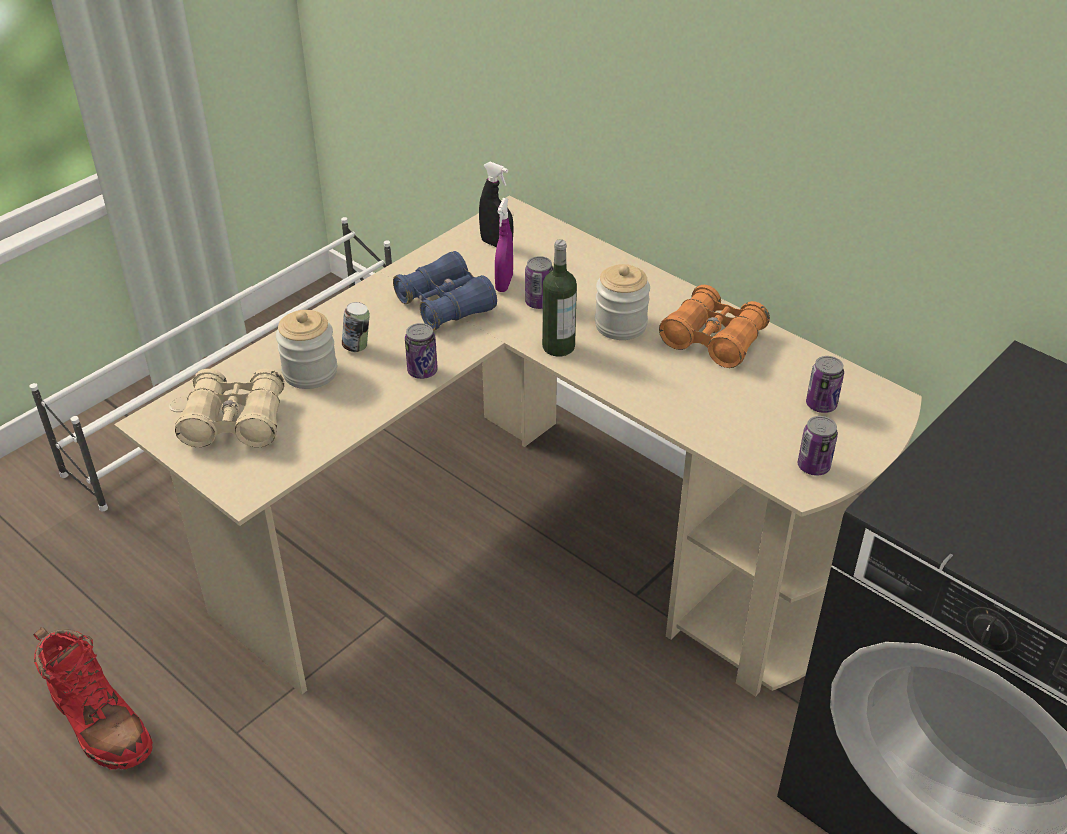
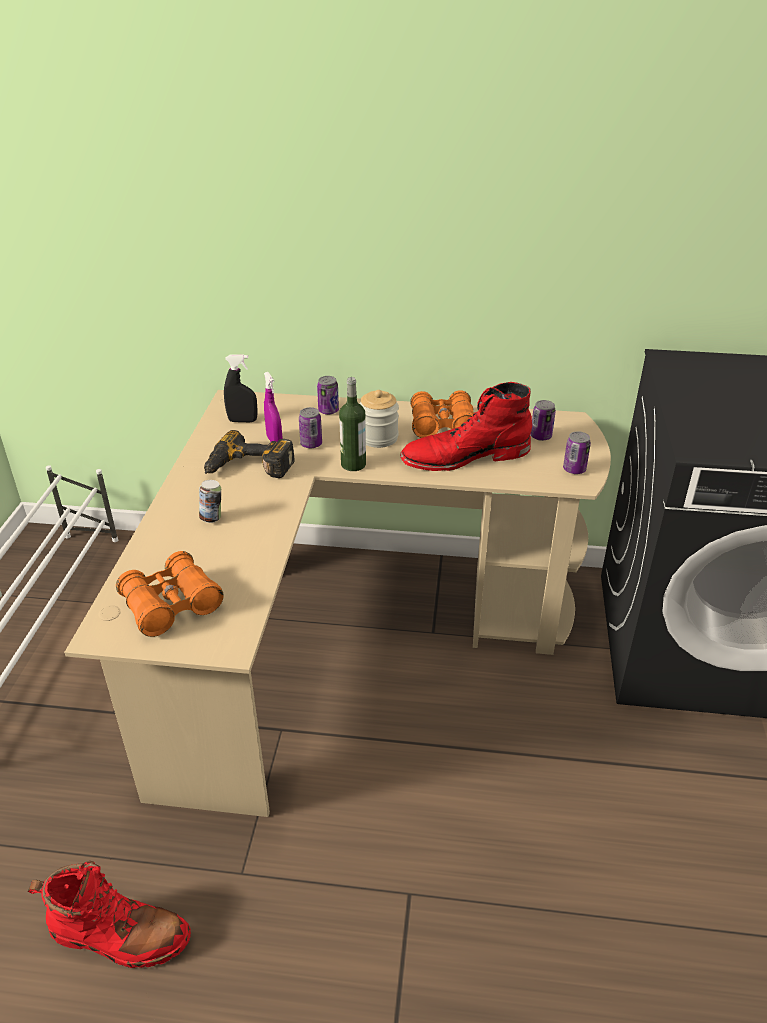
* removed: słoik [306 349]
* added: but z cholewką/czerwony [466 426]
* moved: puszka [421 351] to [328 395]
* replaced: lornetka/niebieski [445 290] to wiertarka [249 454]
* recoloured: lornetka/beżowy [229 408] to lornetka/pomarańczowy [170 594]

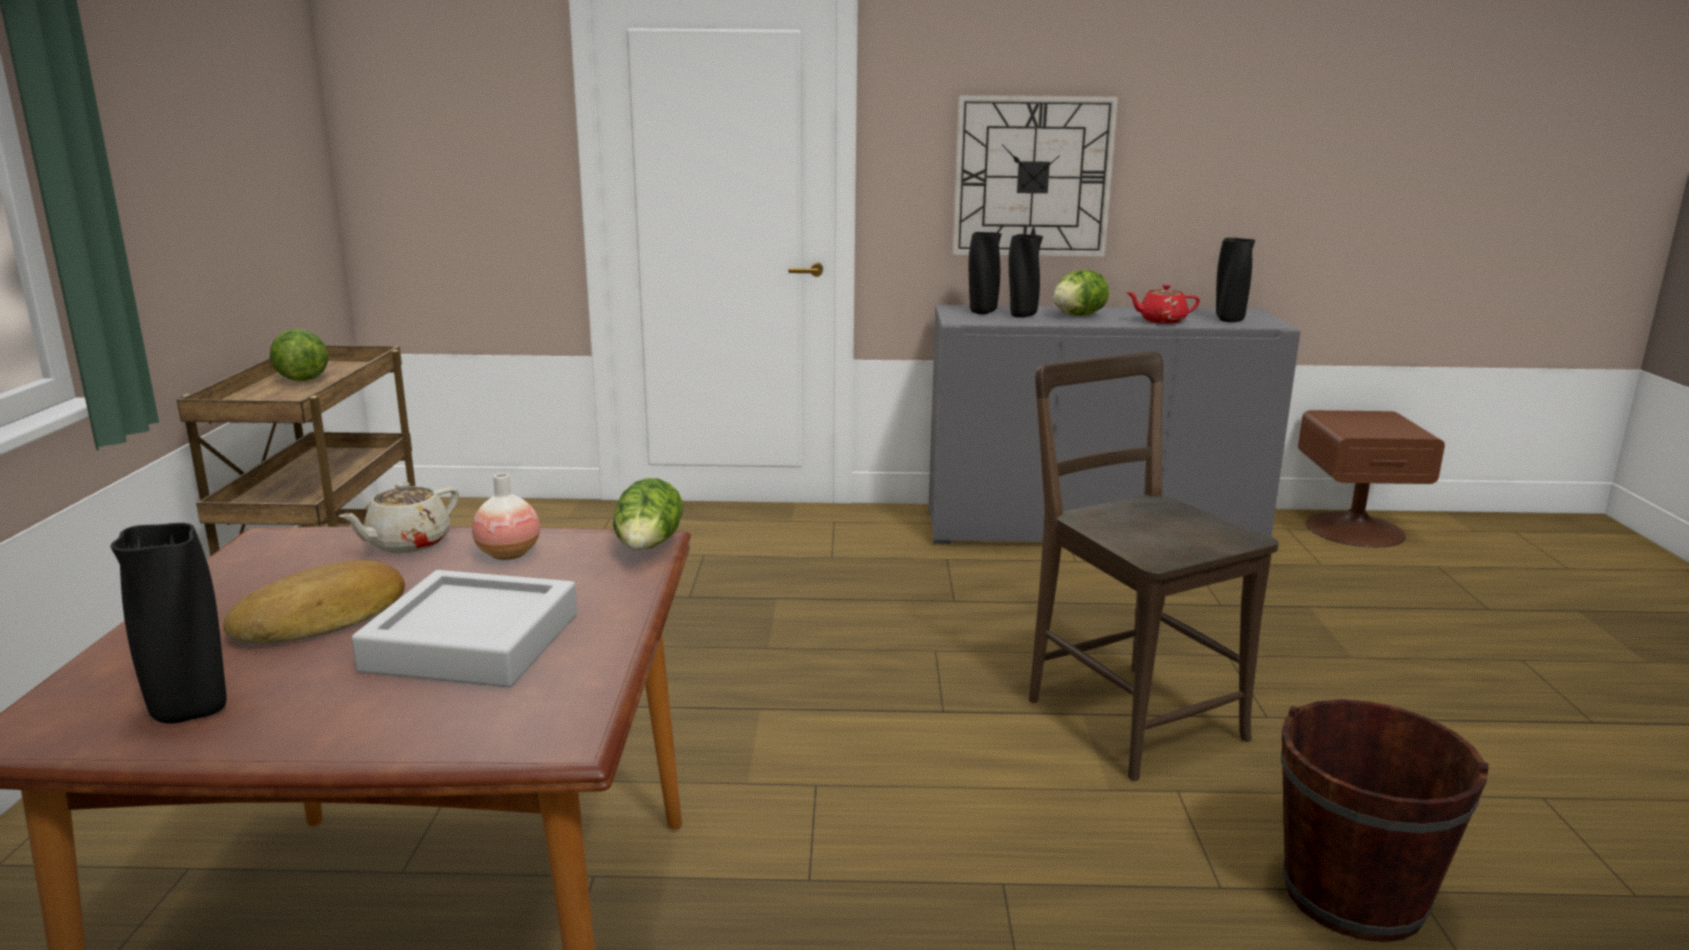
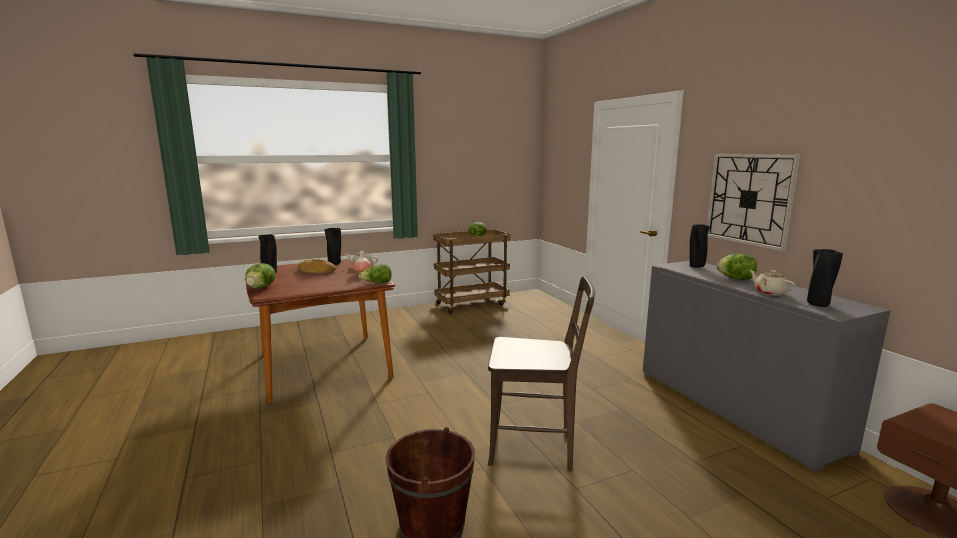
* removed: taca/szary [464 628]
* added: sałata [260 276]
* moved: wazon/czarny [1026 276] to [332 246]
* recoloured: imbryk/czerwony [1163 304] to imbryk/beżowy [772 283]
* turned: krzesło/brązowy [1154 566] = [541 373] 60 degrees clockwise

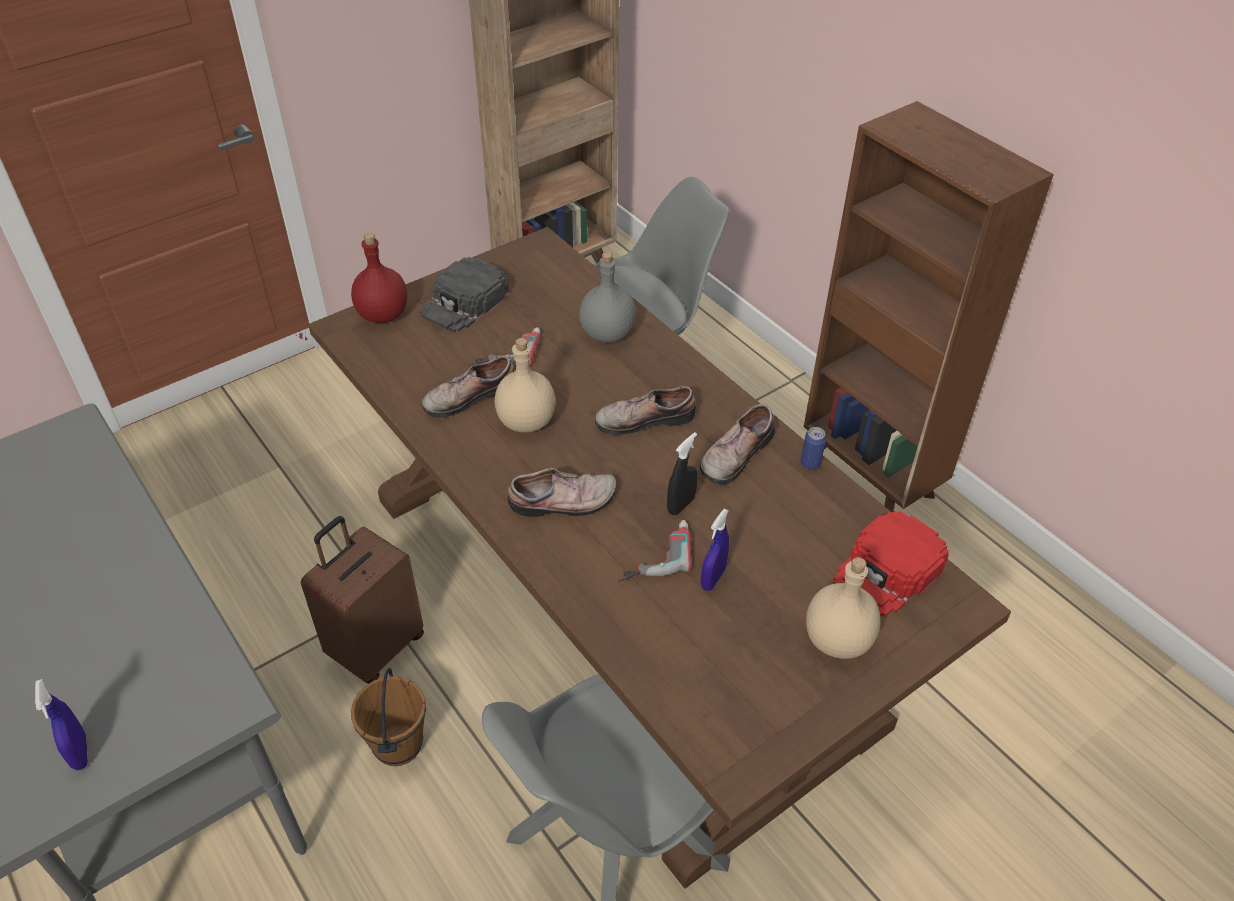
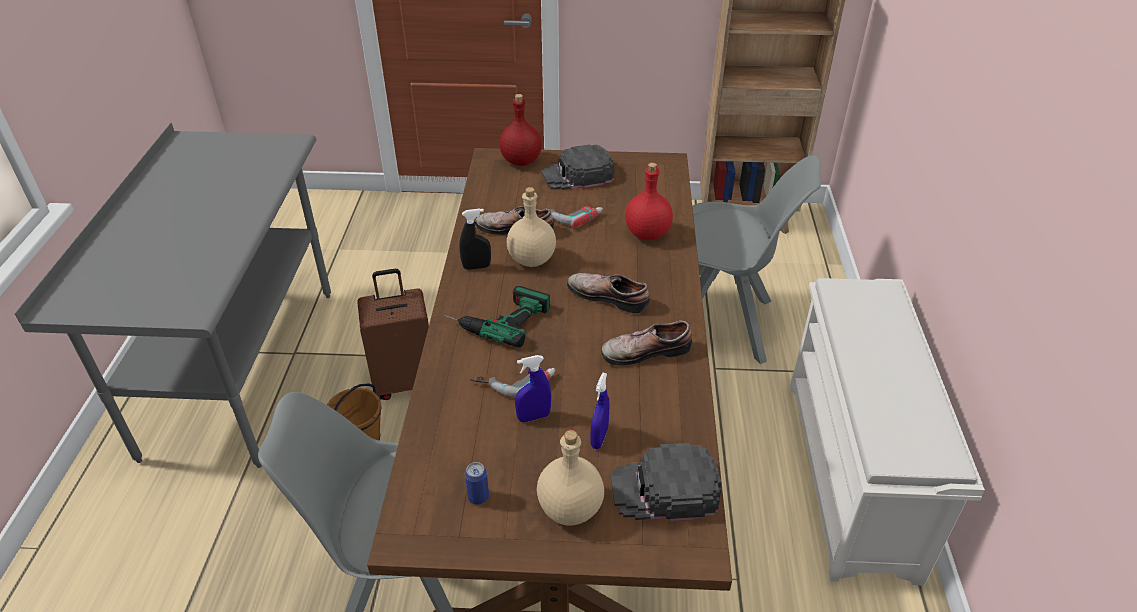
* moved: spryskiwacz/niebieski [61 724] to [600 411]
* moved: spryskiwacz/czarny [682 473] to [475 239]
* moved: puszka [814 448] to [477 483]
* replaced: but [561 492] to wiertarka [497 316]
* replaced: regał/brązowy [929 306] to regał na buty/biały [887 432]
* recoloured: butelka/szary [607 297] to butelka/czerwony [649 201]
* recoloured: czapka z daszkiem/czerwony [891 564] to czapka z daszkiem/czarny [665 482]

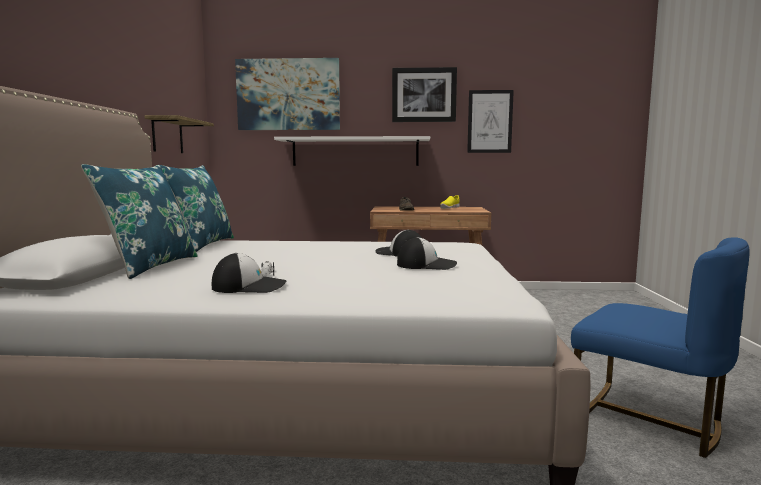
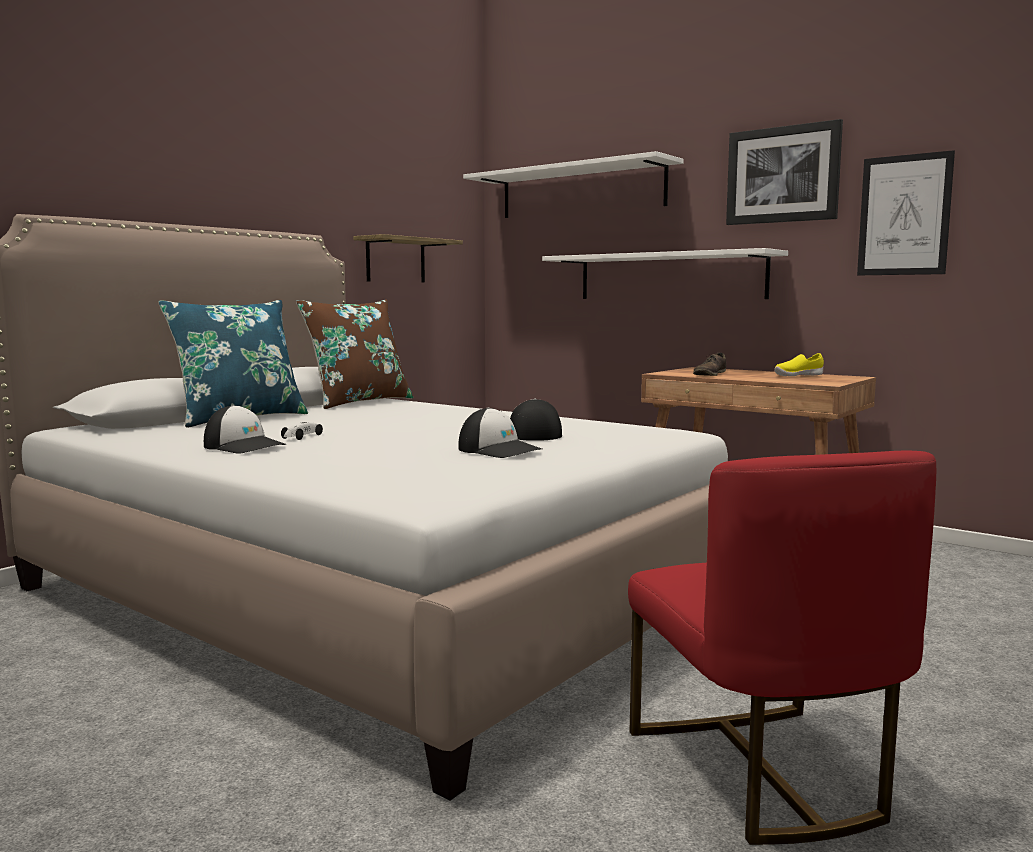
* replaced: obraz [287 94] to półka/biały [573 184]
* recoloured: poduszka/niebieski [197 208] to poduszka/brązowy [354 354]
* recoloured: krzesło/niebieski [660 347] to krzesło/czerwony [782 648]

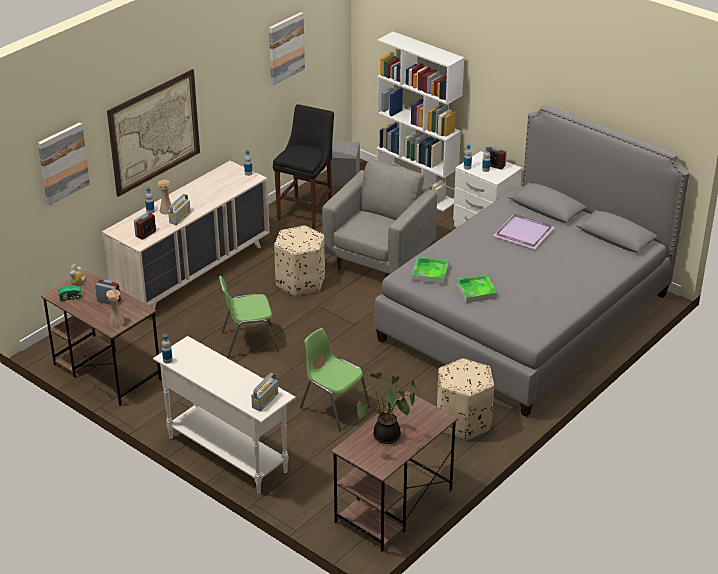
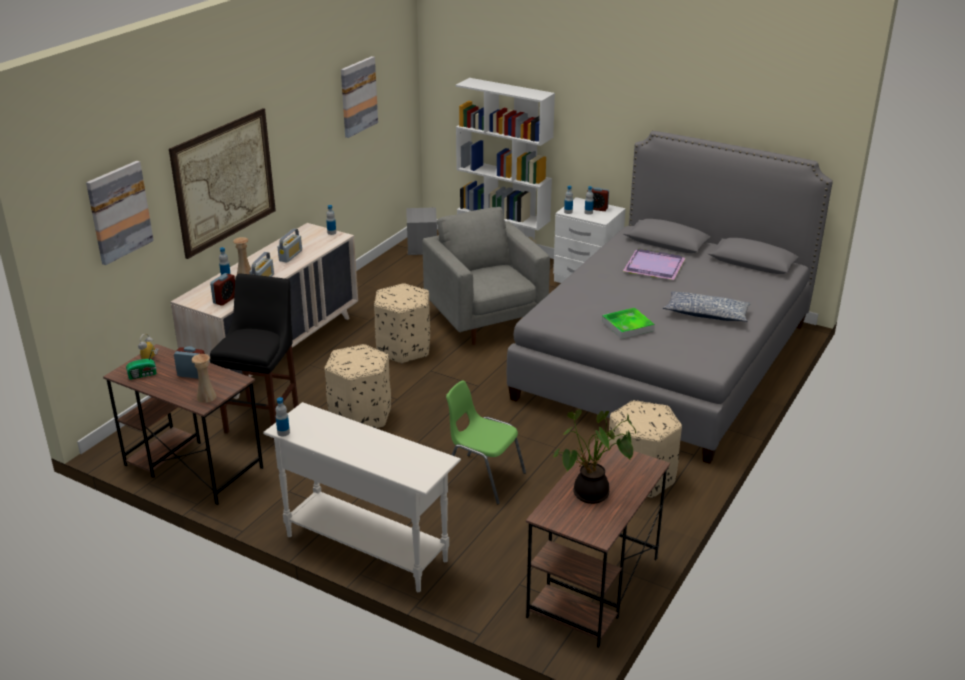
* removed: taca [430 270]
* added: poduszka [707 306]
* moved: radio [264 392] to [290 246]
* moved: stołek/czarny [303 166] to [254 356]
* replaced: krzesło/zielony [249 317] to pufa/beżowy [358 386]
* turned: fotel/szary [379 218] = [486 276] 45 degrees counterclockwise

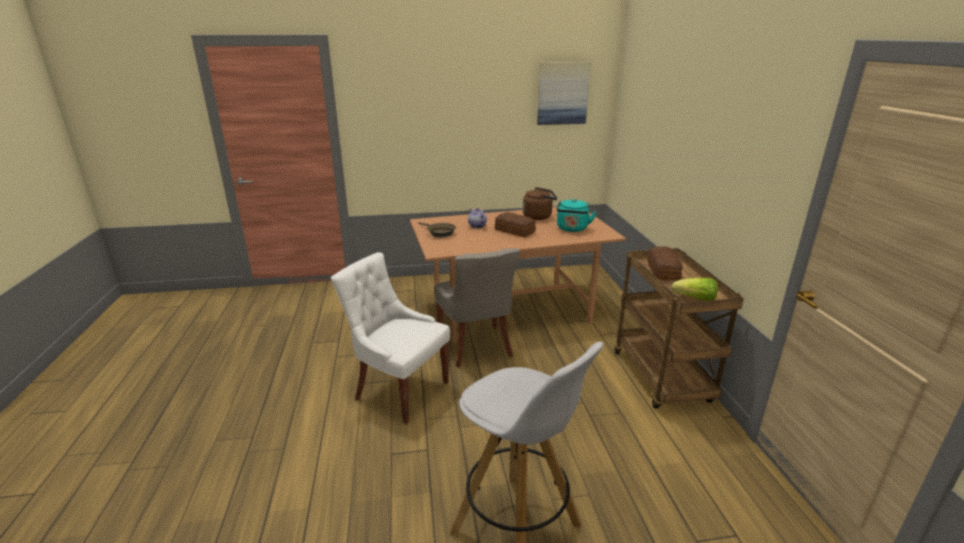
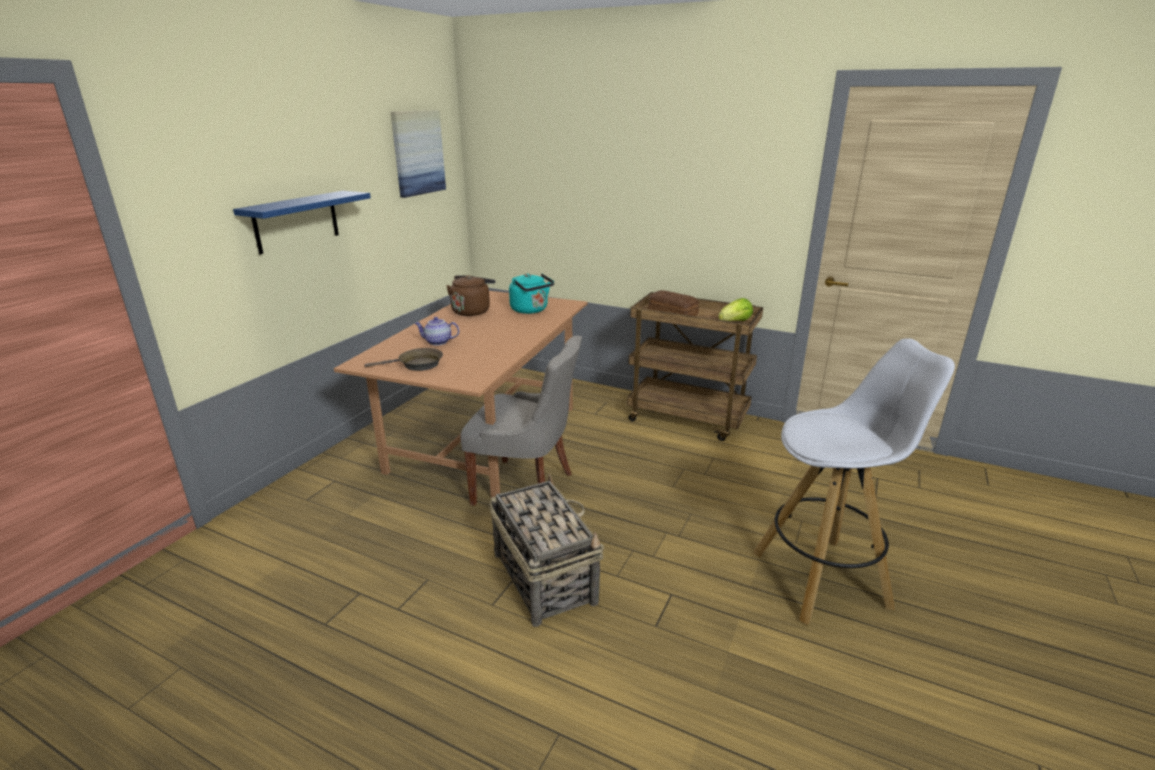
* removed: chleb [515 224]
* added: półka/niebieski [302 222]
* replaced: krzesło/biały [390 338] to koszyk [546 550]

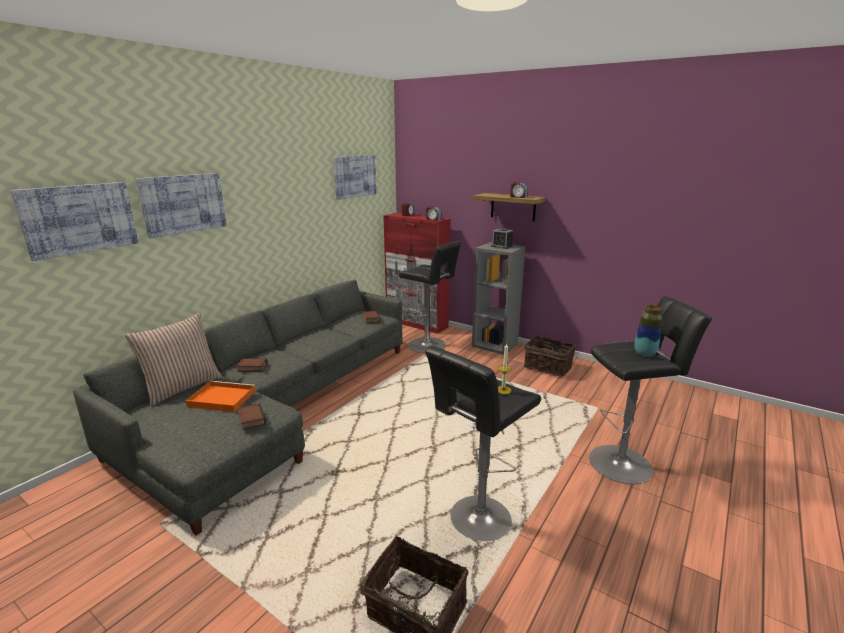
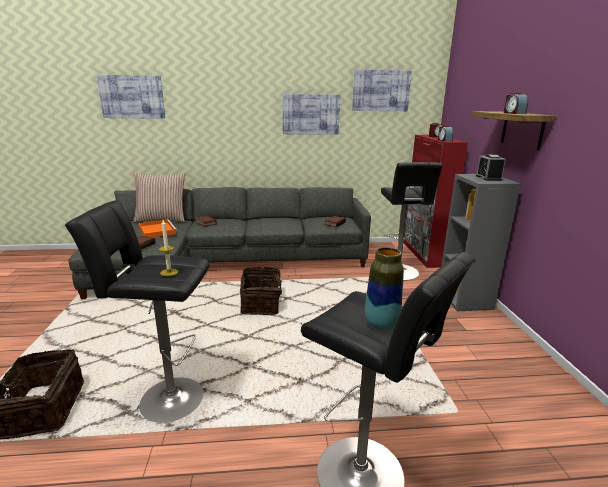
* moved: obraz [181 206] to [311 114]
* moved: koszyk [550 356] to [261 291]

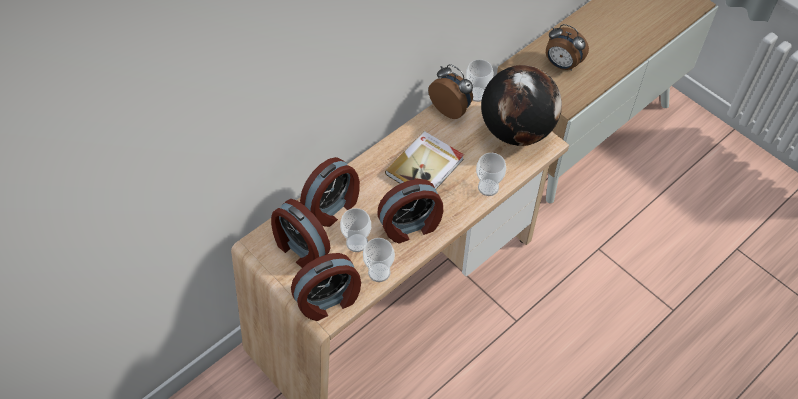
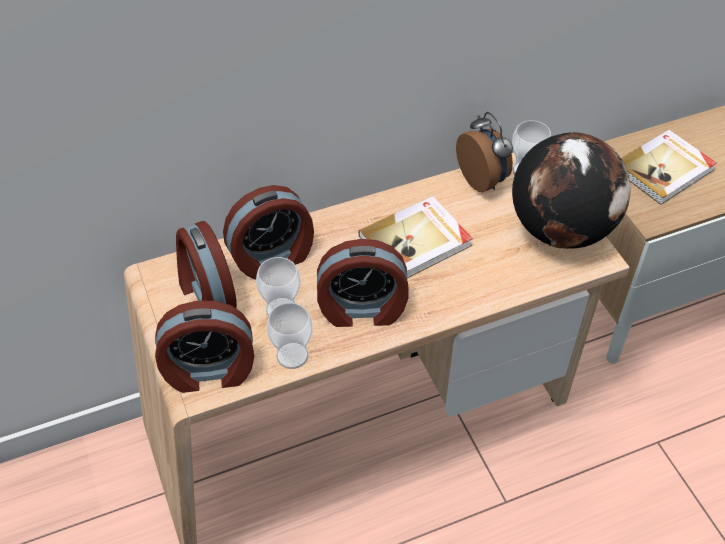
* removed: filiżanka [491 174]
* replaced: budzik [567 47] to książka [669 167]

